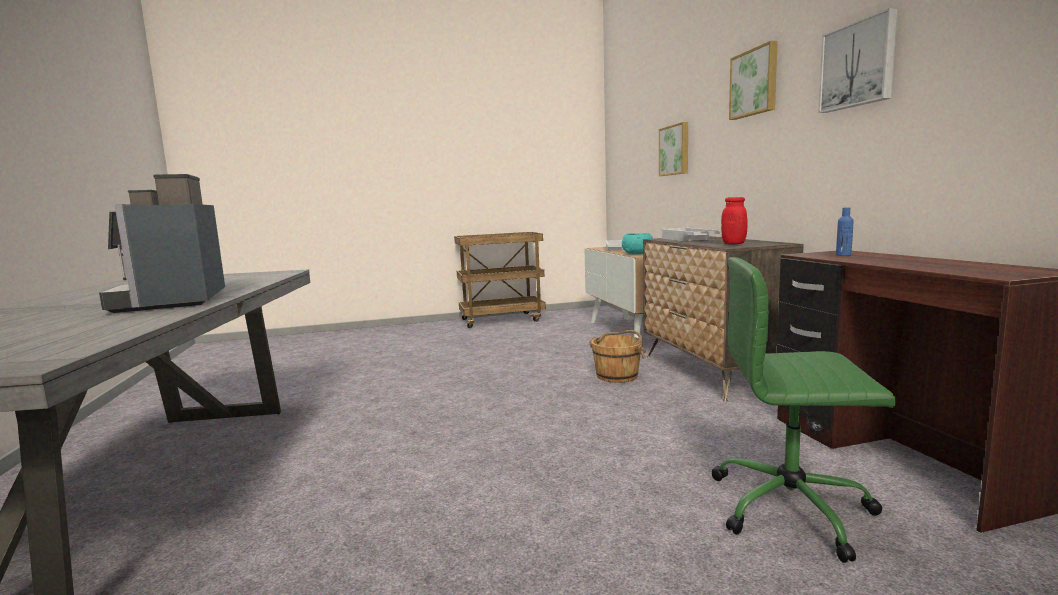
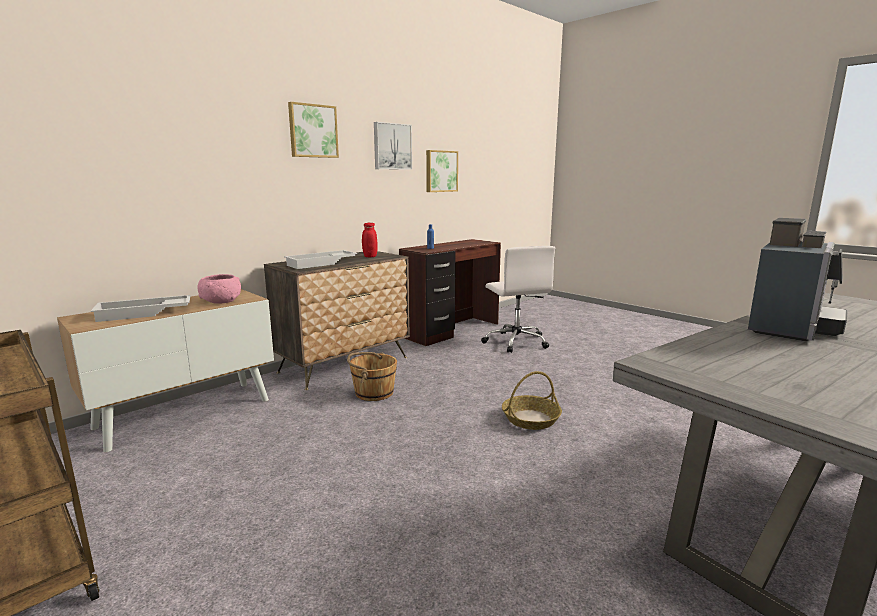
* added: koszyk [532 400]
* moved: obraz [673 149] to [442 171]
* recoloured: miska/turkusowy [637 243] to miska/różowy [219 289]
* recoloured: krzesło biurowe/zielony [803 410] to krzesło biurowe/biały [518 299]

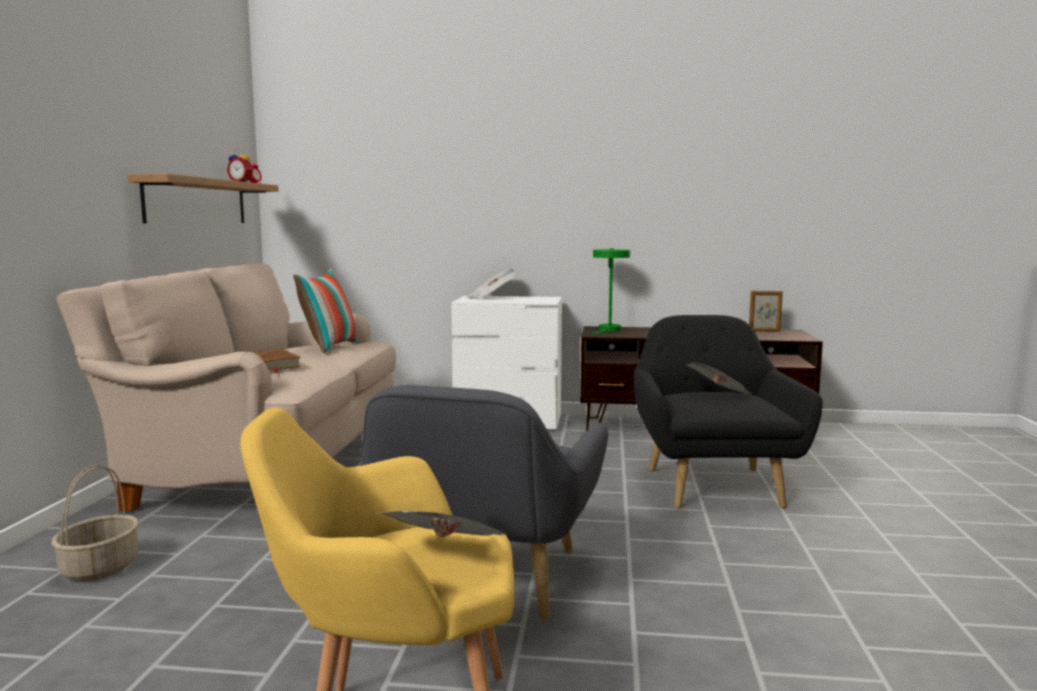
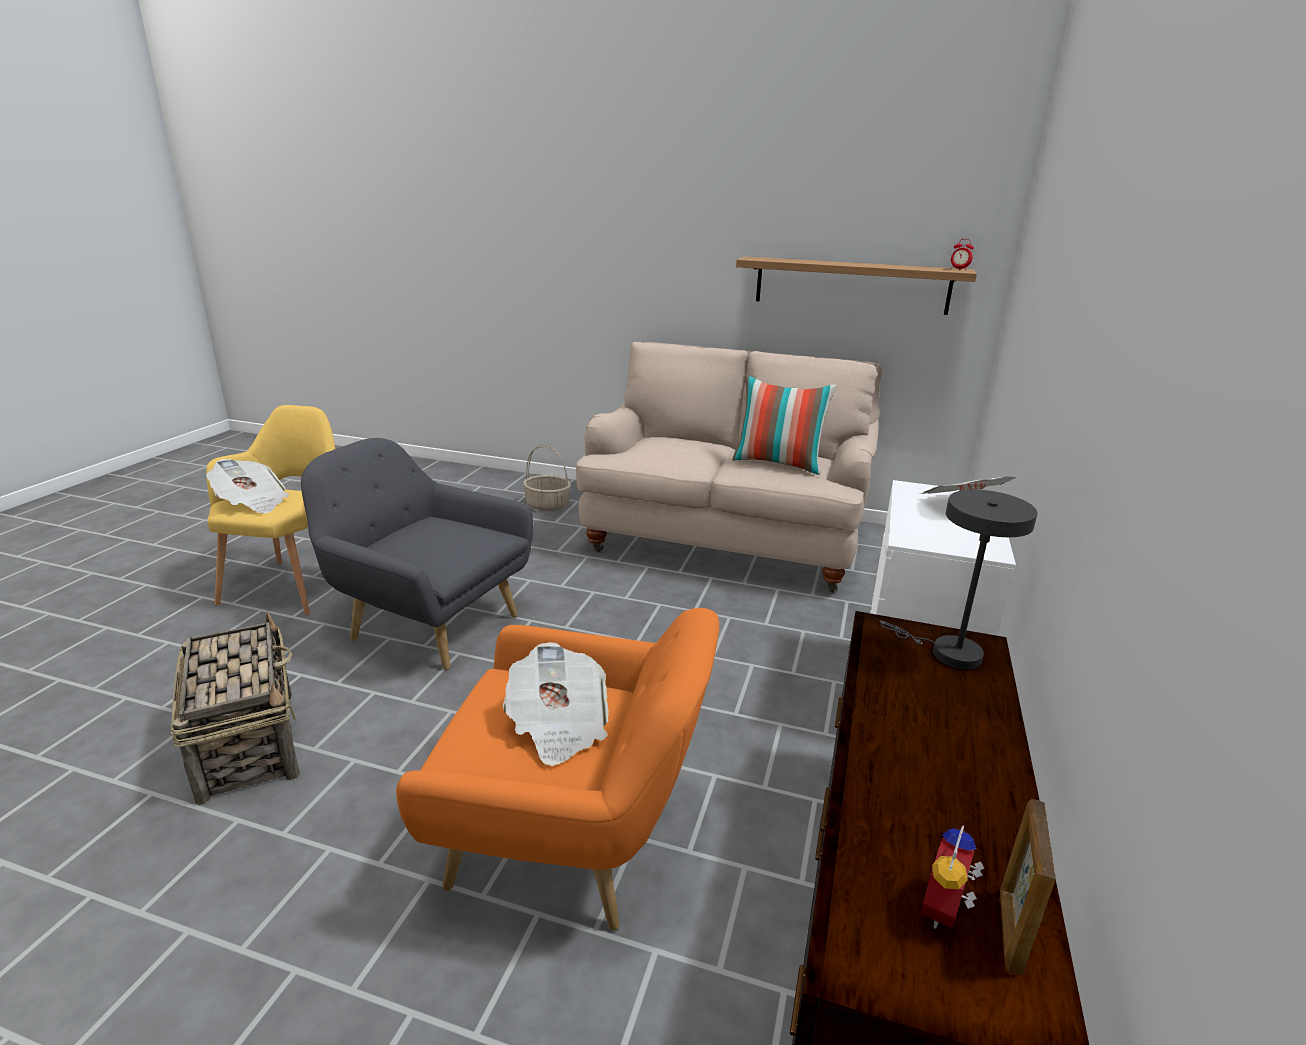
* removed: książka/brązowy [276 360]
* added: koszyk [235 709]
* moved: budzik [240 165] to [953 877]
* recoloured: lampa stołowa/zielony [610 291] to lampa stołowa/szary [958 579]
* recoloured: fotel/czarny [728 412] to fotel/pomarańczowy [557 769]

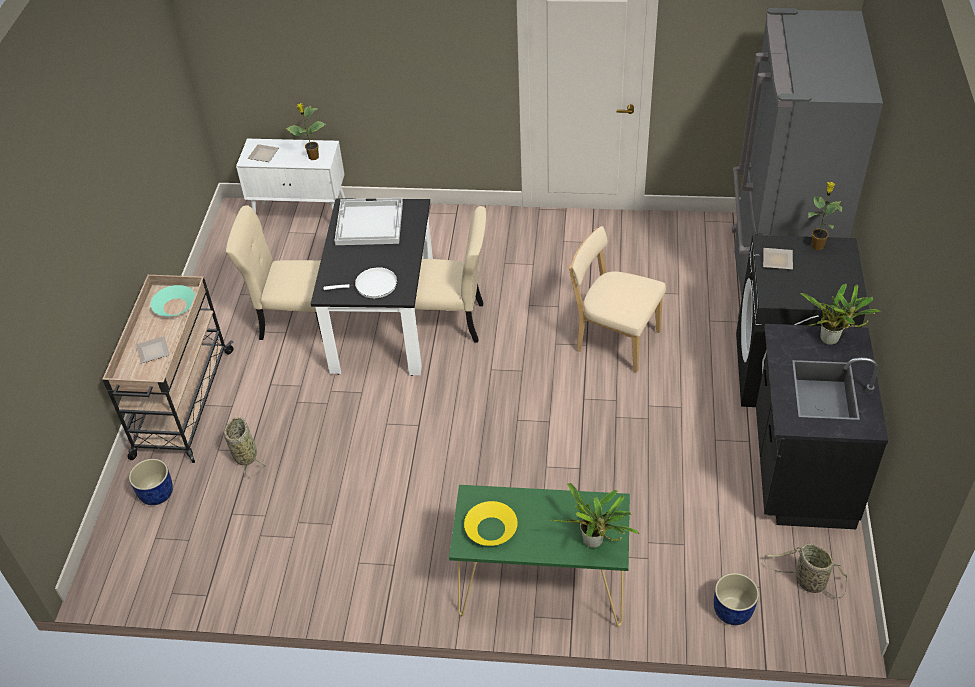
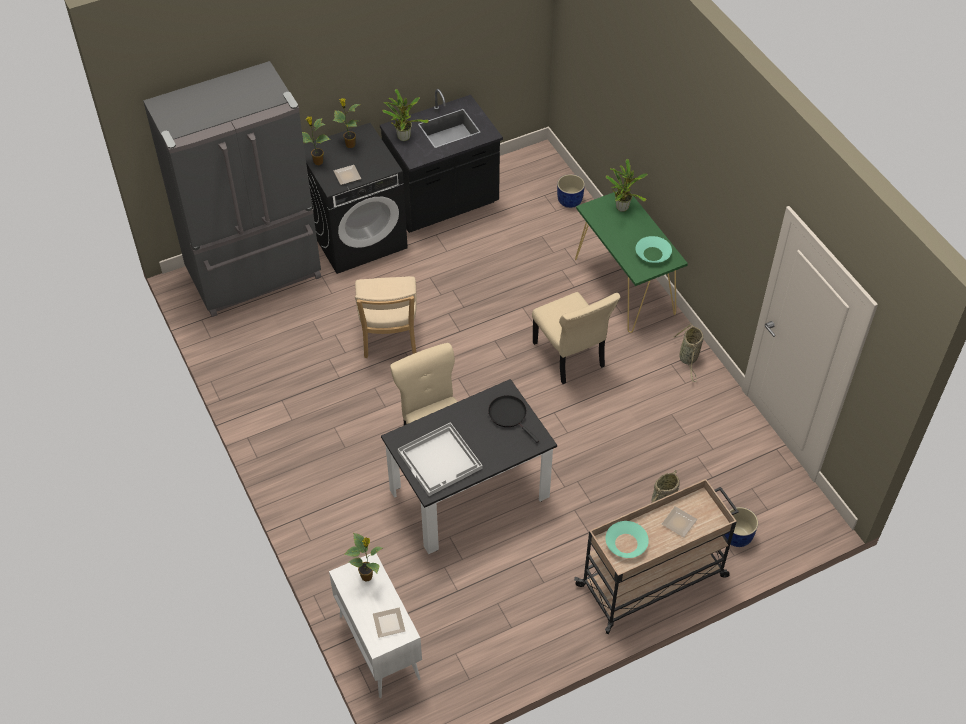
* added: roślina doniczkowa [345 123]
* moved: krzesło/beżowy [274 273] to [576 338]
* moved: koszyk [805 570] to [688 352]
* recoloured: patelnia/biały [360 282] to patelnia/czarny [513 419]
* recoloured: miska/żółty [491 523] to miska/turkusowy [654 249]

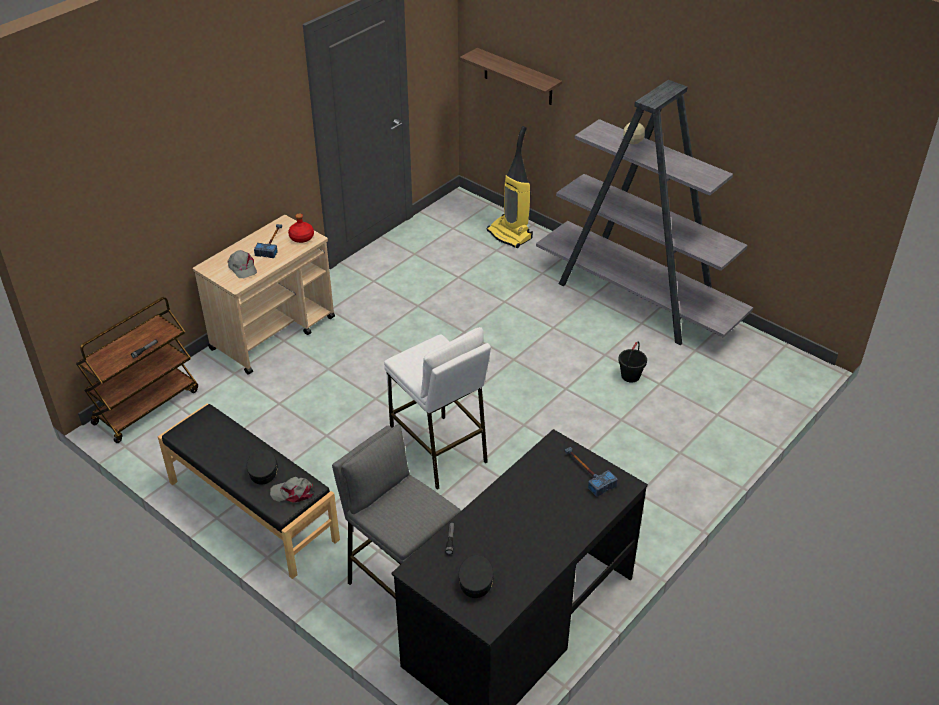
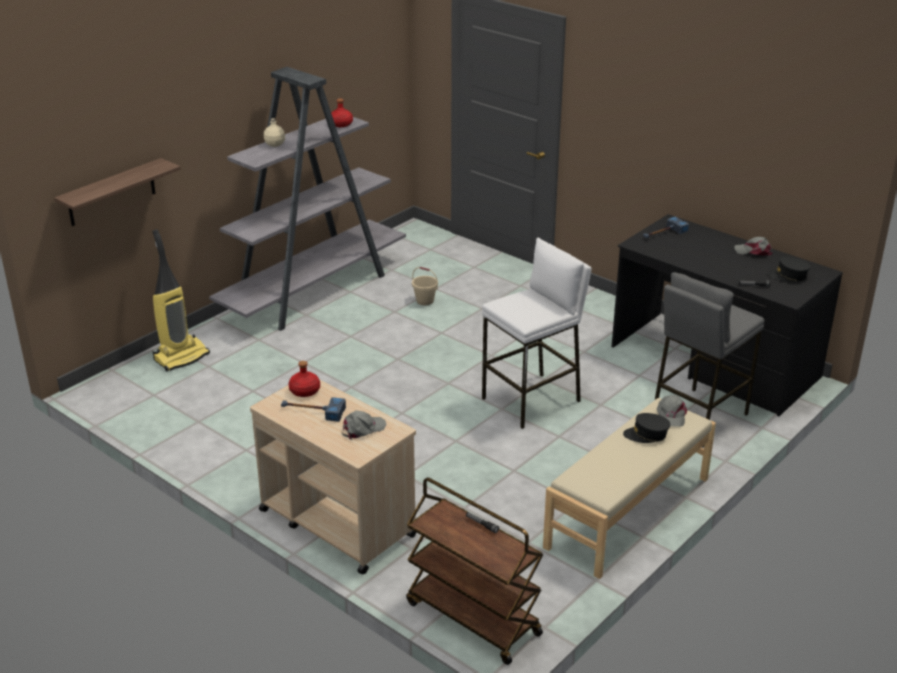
* added: butelka/czerwony [342 113]
* added: czapka z daszkiem/szary [754 246]
* recoloured: ławka/czarny [249 491] to ławka/beżowy [629 488]
* recoloured: wiadro/czarny [632 362] to wiadro/beżowy [425 286]

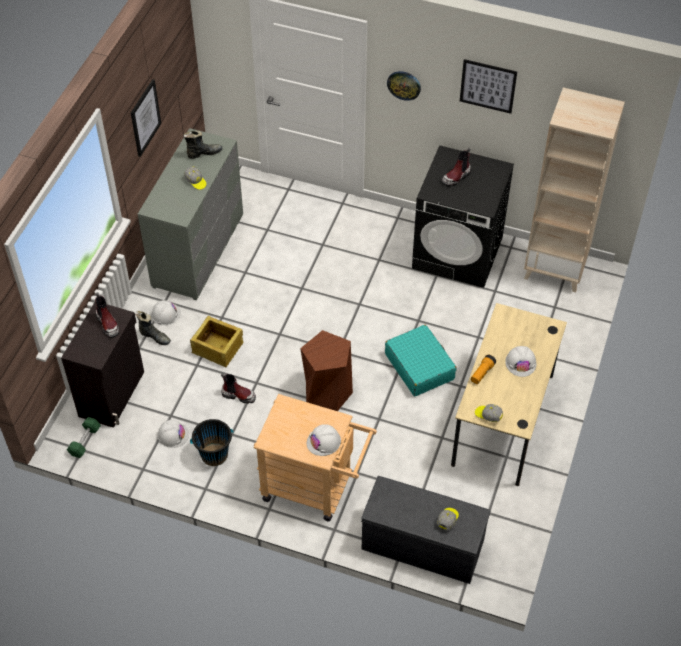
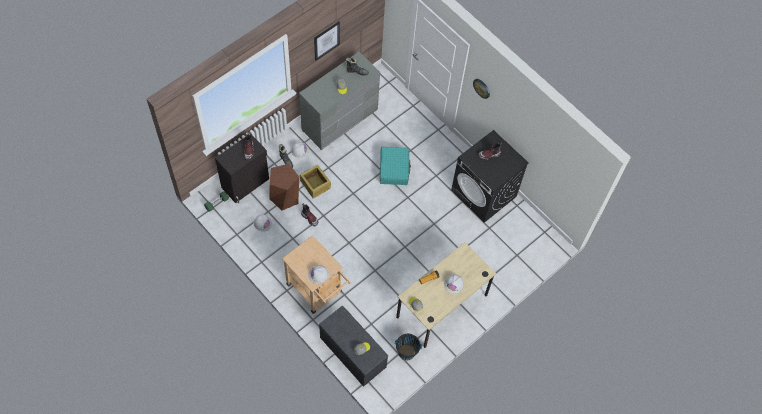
* removed: obraz [488 86]
* removed: regał/beżowy [574 190]
* moved: wiadro/czarny [211 442] to [408 347]
* moved: stołek/brązowy [326 370] to [284 187]
* moved: walizka/turkusowy [421 360] to [395 166]

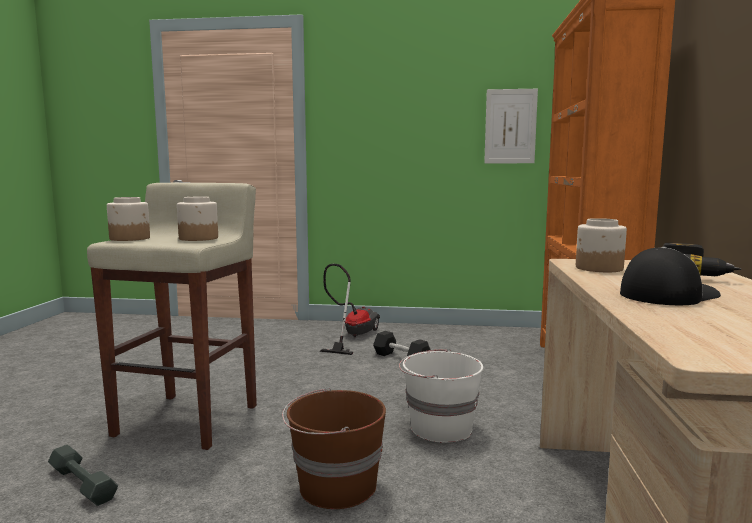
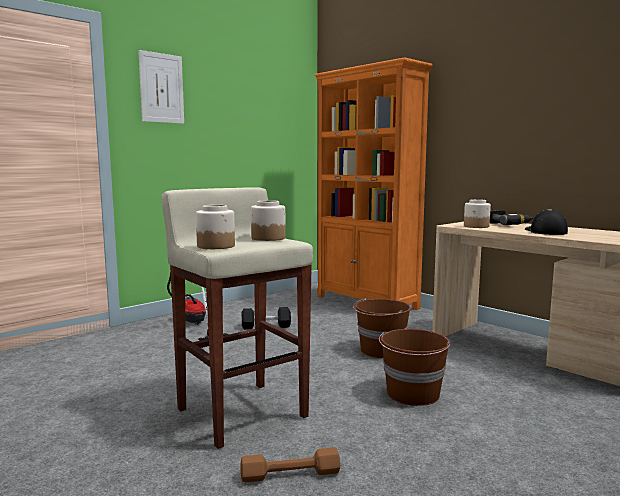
* moved: obraz [511 126] to [161 87]
* recoloured: hantel/szary [83 475] to hantel/brązowy [290 464]
* recoloured: wiadro/biały [441 396] to wiadro/brązowy [382 328]

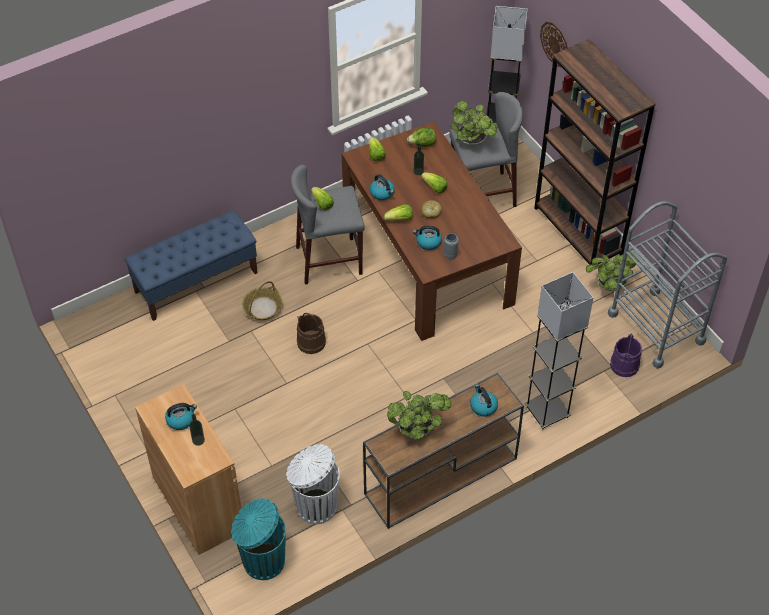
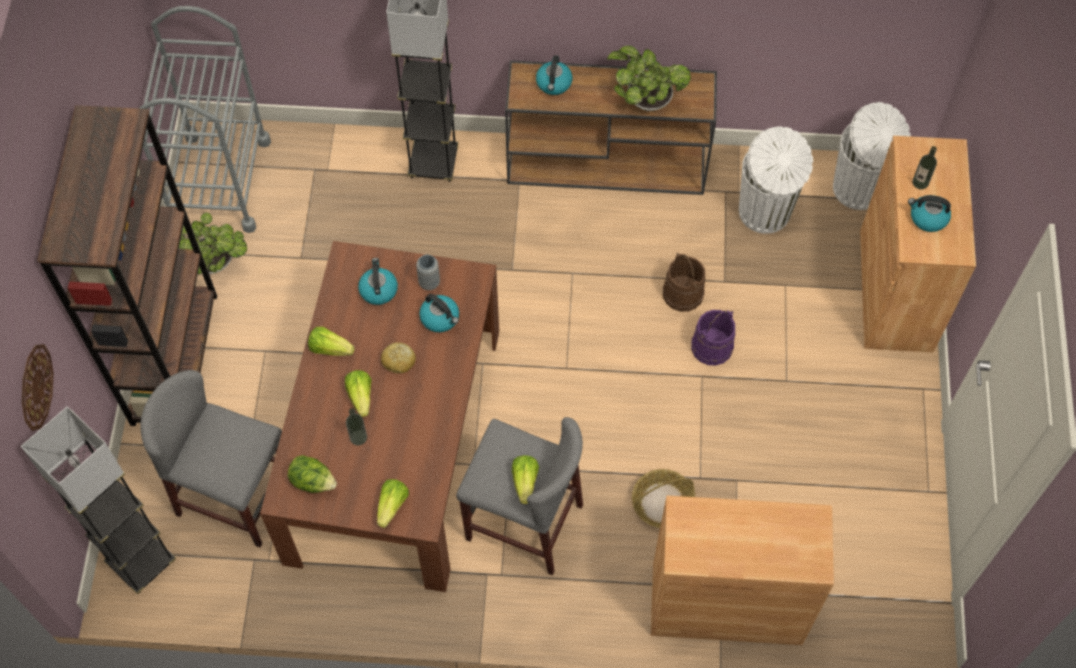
* removed: roślina doniczkowa [474 124]
* moved: wiadro/brązowy [311 333] to [684 282]
* moved: czajnik [382 187] to [378 281]
* moved: sałata [398 212] to [331 341]
* moved: wiadro/fioletowy [626 355] to [713 337]
* replaced: ławka/niebieski [191 265] to szafka/brązowy [742 570]
* recoloured: kosz na śmieci/turkusowy [258 539] to kosz na śmieci/biały [872 156]

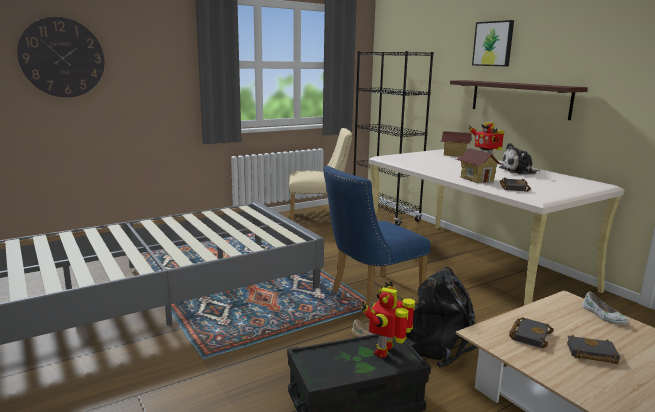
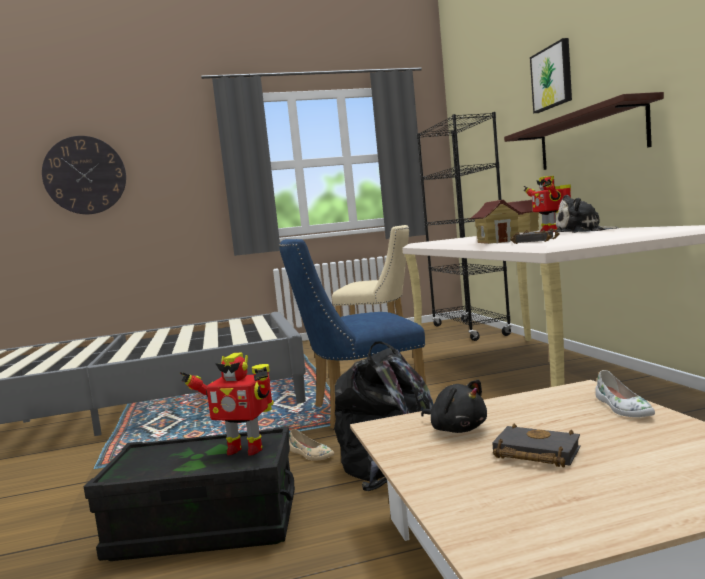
* replaced: książka/czarny [531 332] to pluszak/czarny [454 406]
* turned: robot zabawkowy [388 320] = [227 404] 120 degrees counterclockwise

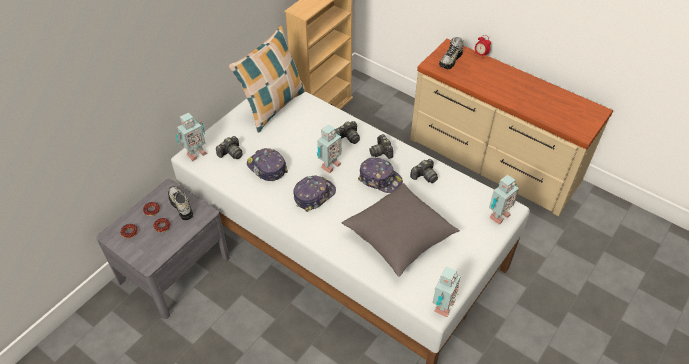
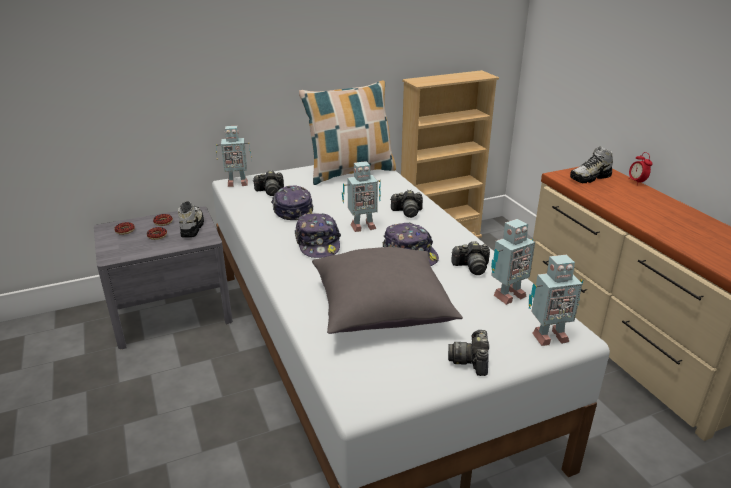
* moved: aparat fotograficzny [381 146] to [468 353]
* moved: robot zabawkowy [446 291] to [513 262]
* turned: czapka z daszkiem [314 193] = [318 235] 90 degrees clockwise

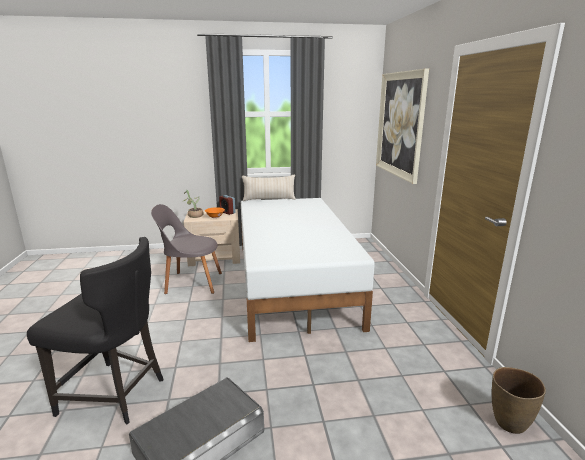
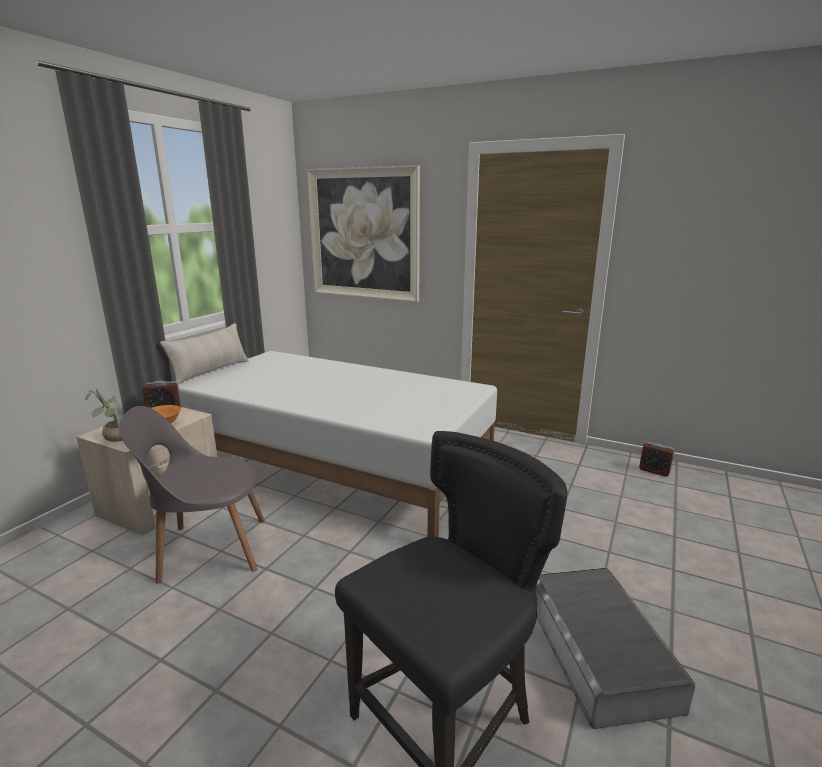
* replaced: wazon/brązowy [519 400] to budzik [656 459]
* turned: krzesło/szary [186 249] = [191 494] 45 degrees clockwise

